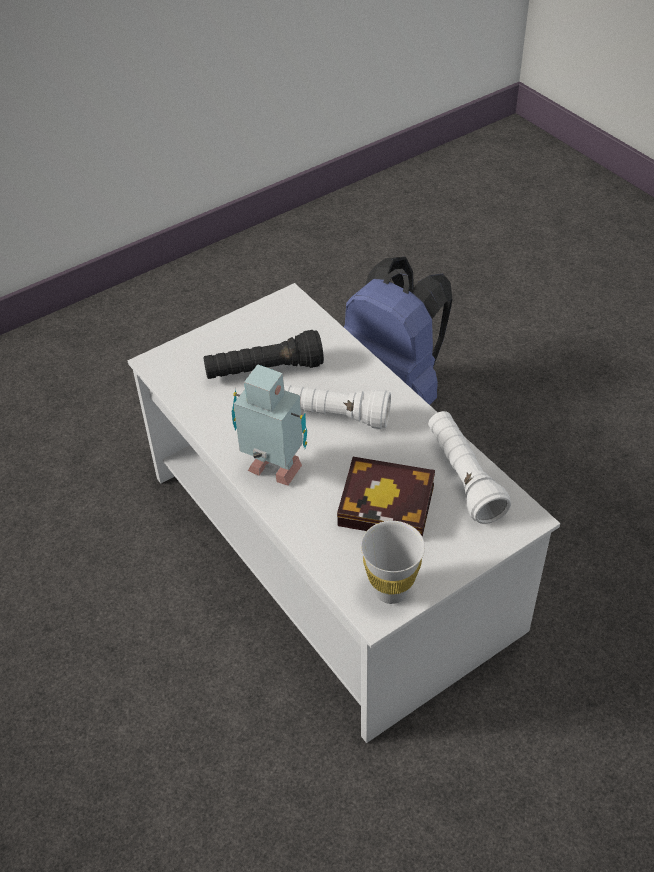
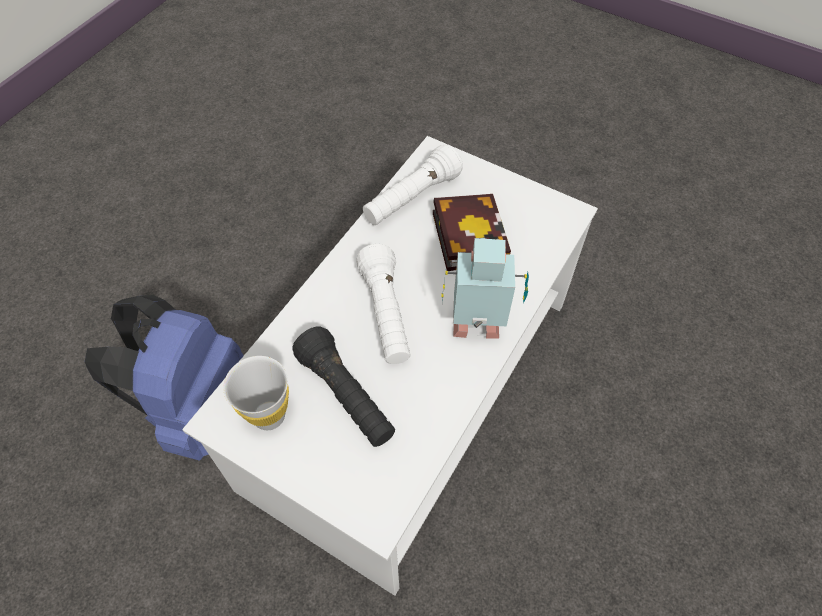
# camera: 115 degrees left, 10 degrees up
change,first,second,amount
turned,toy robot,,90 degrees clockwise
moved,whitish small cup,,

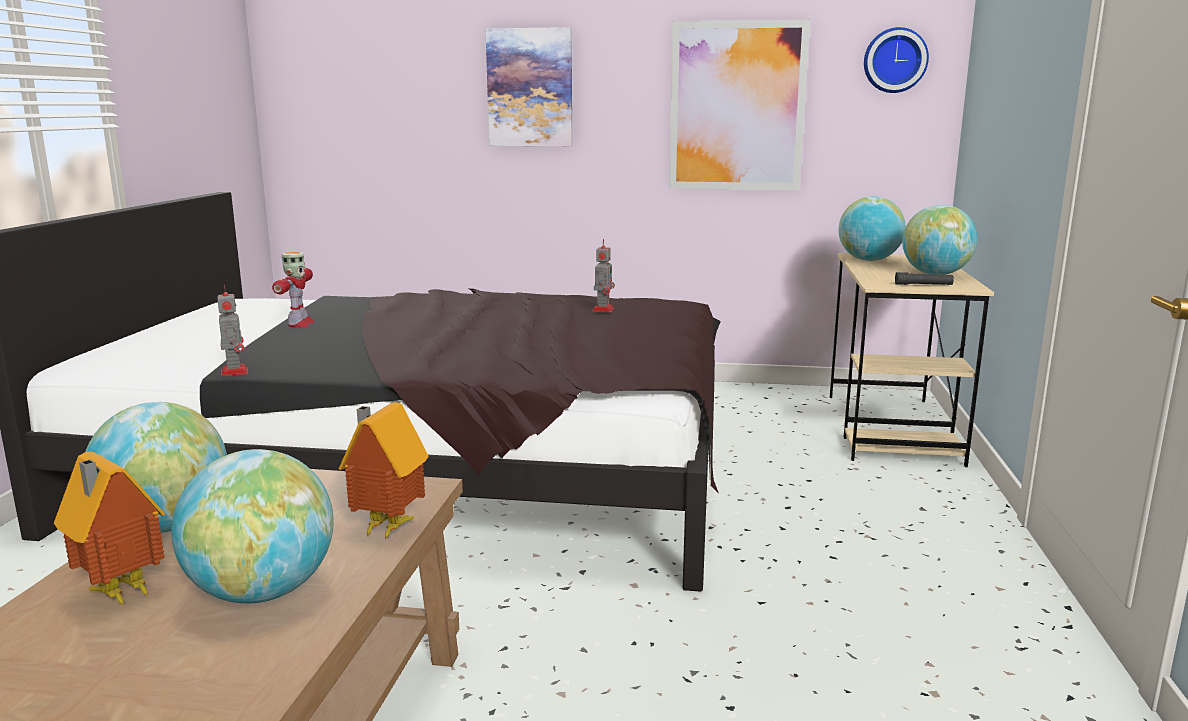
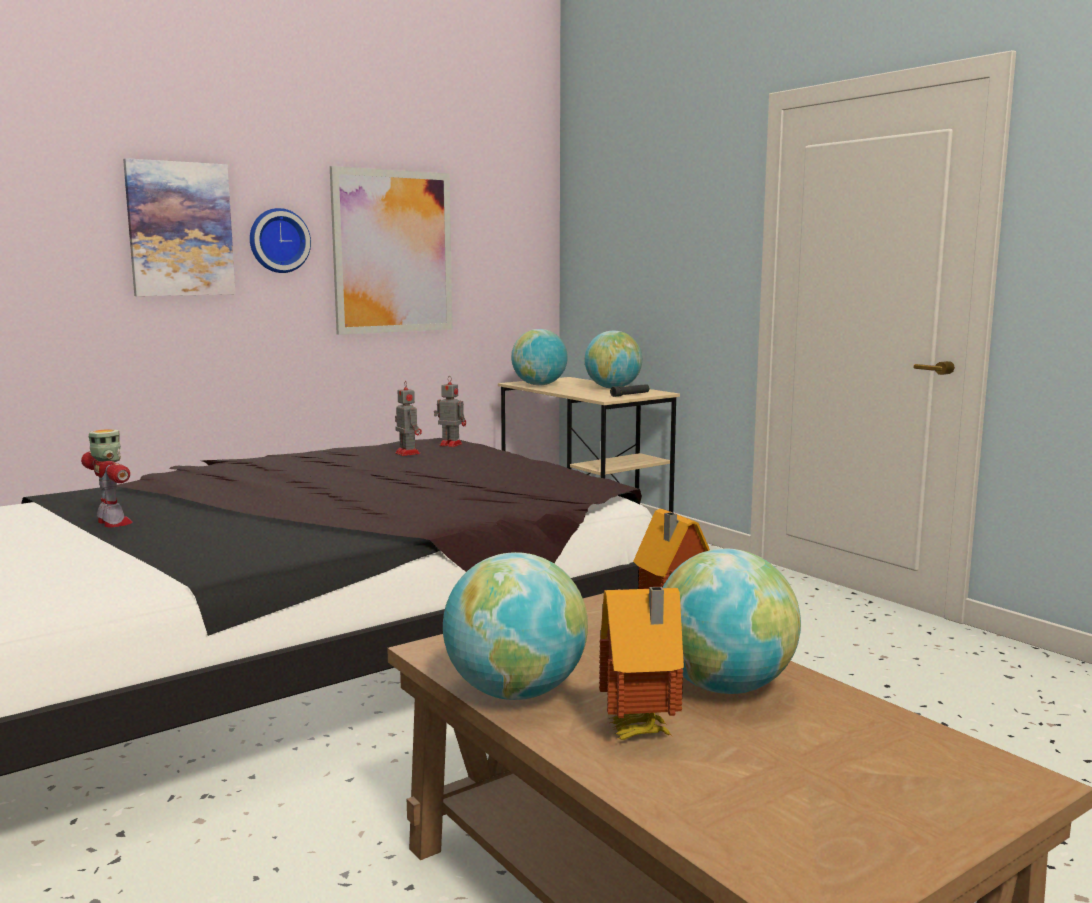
# camera: 45 degrees left, 5 degrees down
change,first,second,amount
moved,toy robot (1st from left in the first image),toy robot (3rd from left),
moved,hanging clock,,

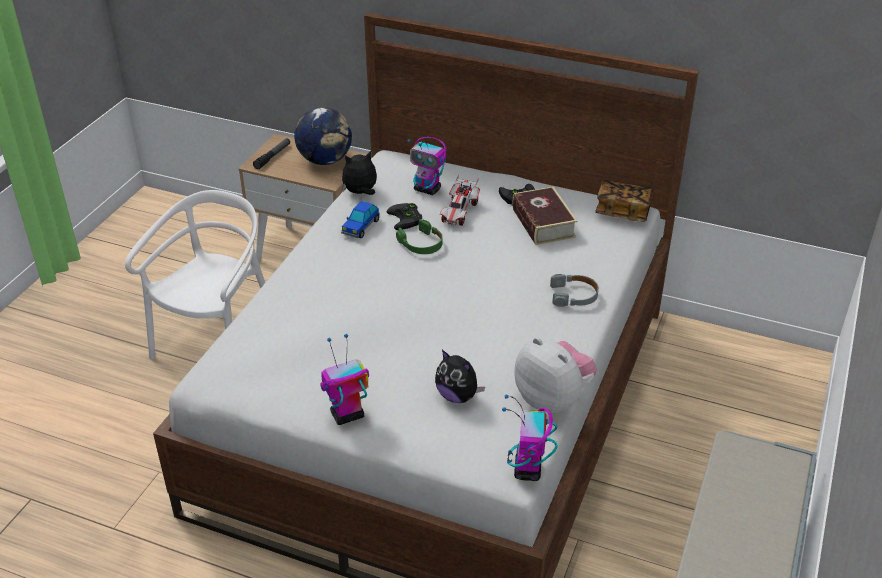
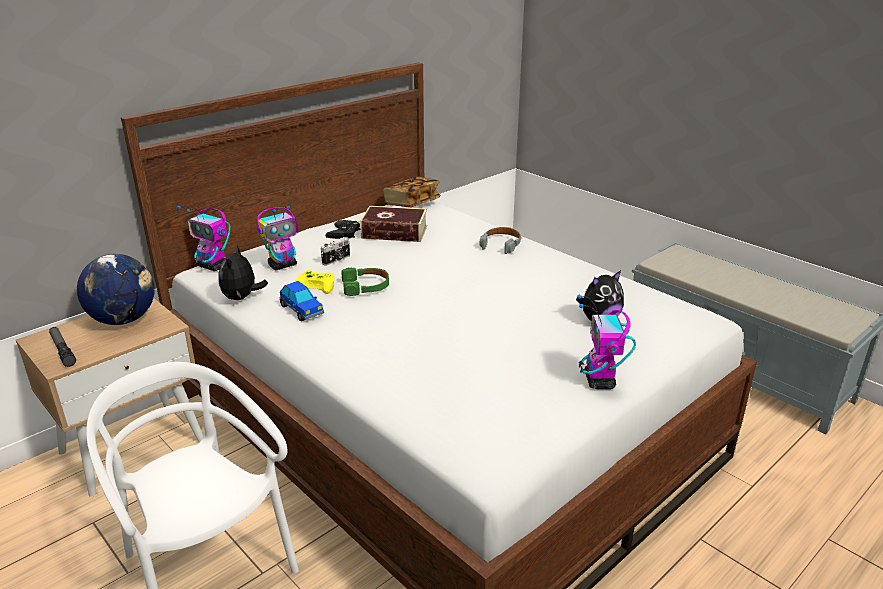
# camera: 65 degrees left, 10 degrees down
change,first,second,amount
recoloured,black joypad (1st from left),yellow joypad,
replaced,toy car (2nd from left),photo camera,
moved,toy robot (3rd from left in the first image),toy robot (1st from left),
removed,cuddly toy (3rd from left),,

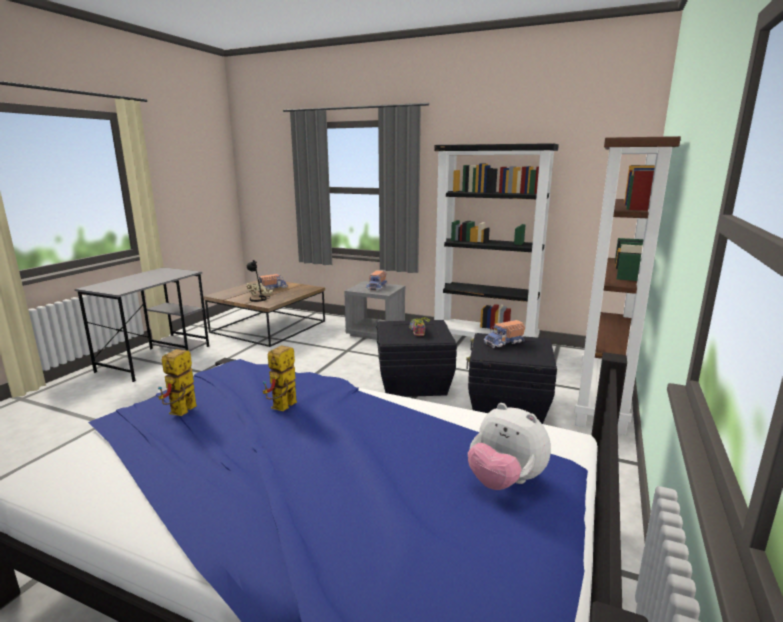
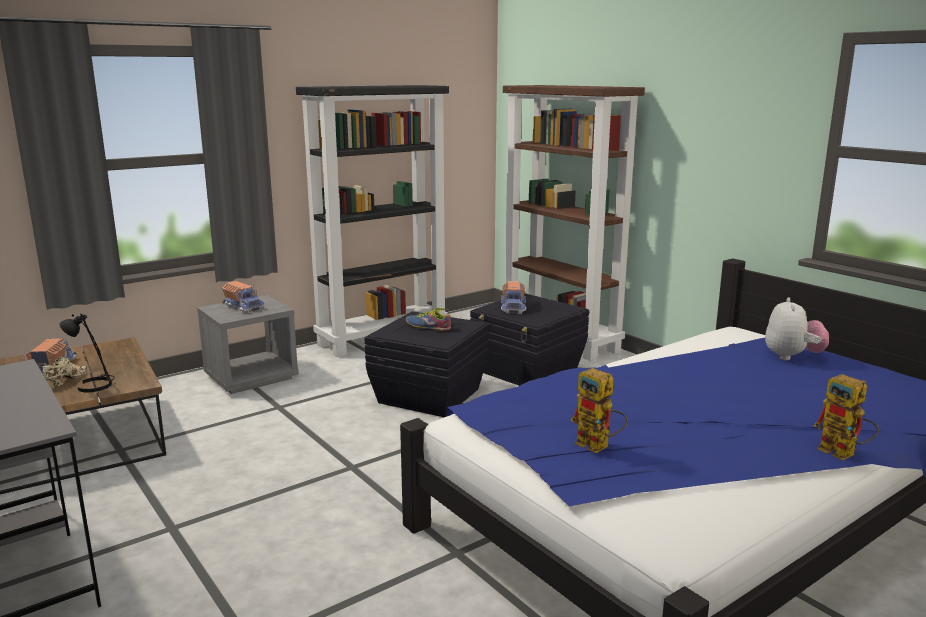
# camera: 60 degrees left, 0 degrees up
change,first,second,amount
moved,toy robot (2nd from left),,
turned,cuddly toy,,60 degrees counterclockwise

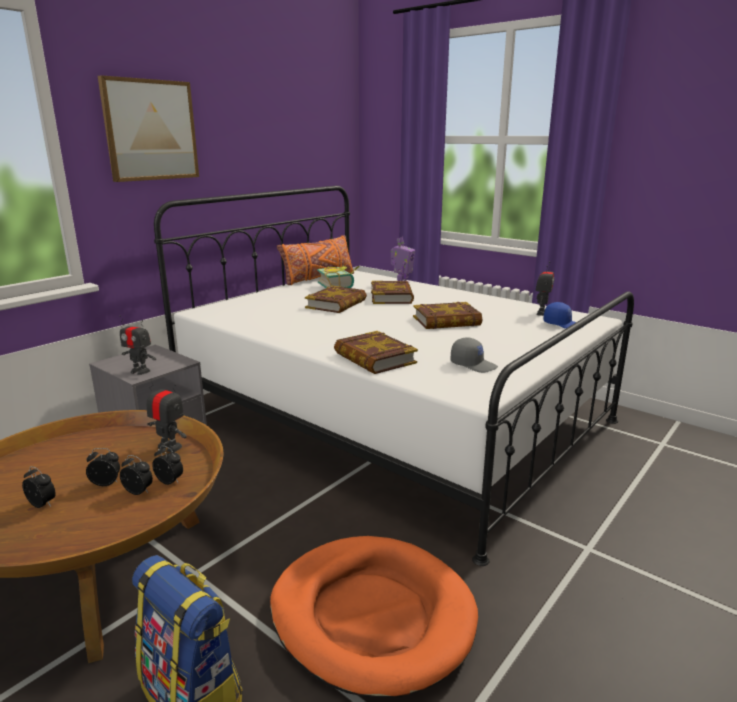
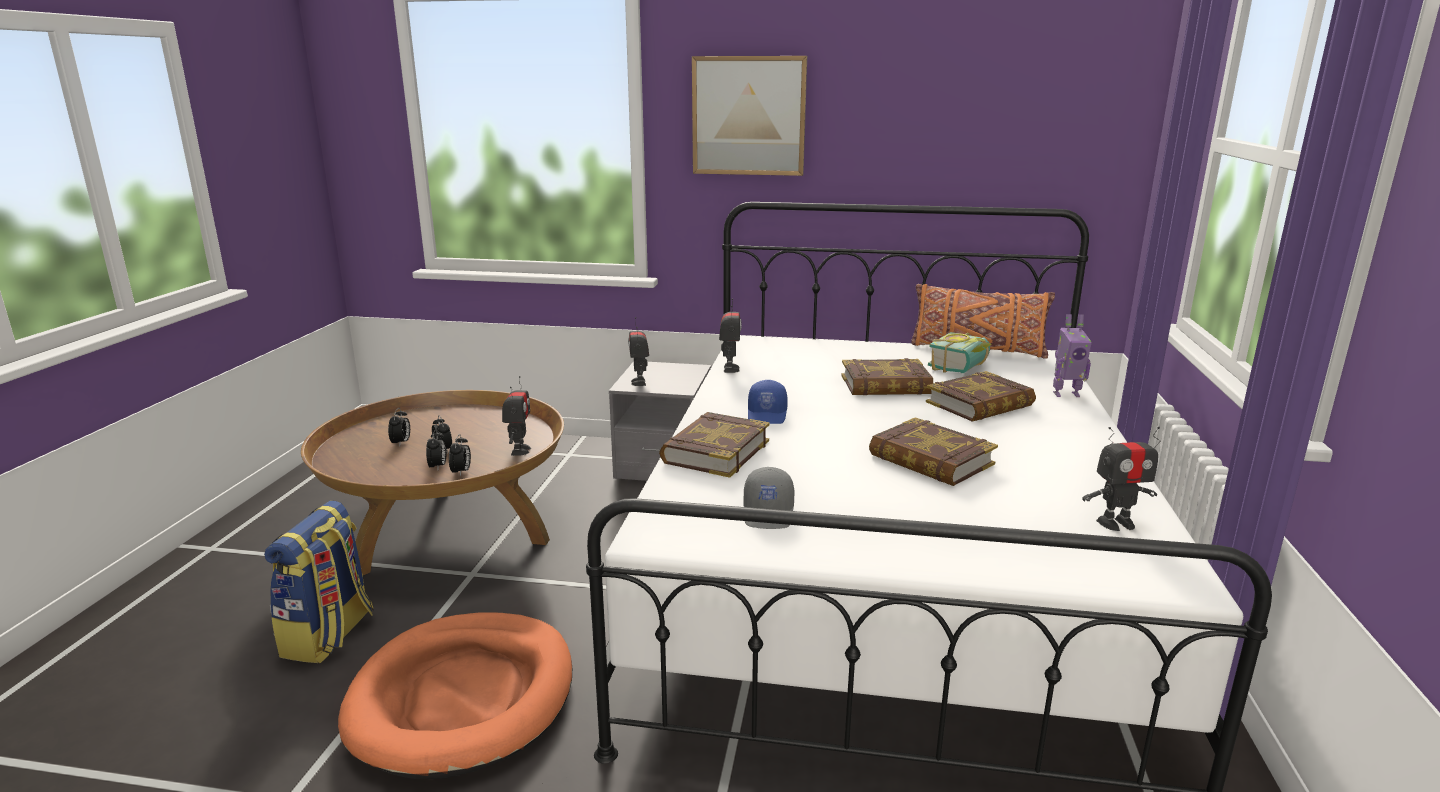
# camera: 60 degrees right, 0 degrees up
change,first,second,amount
moved,blue-coloured peaked cap,,
added,,toy robot (3rd from left),

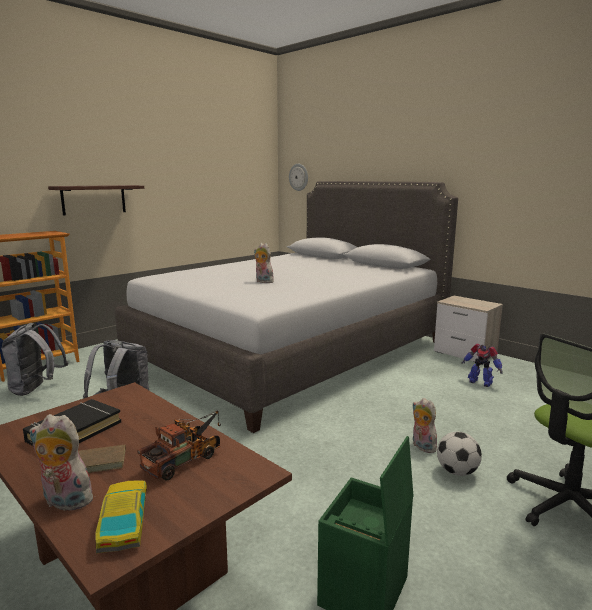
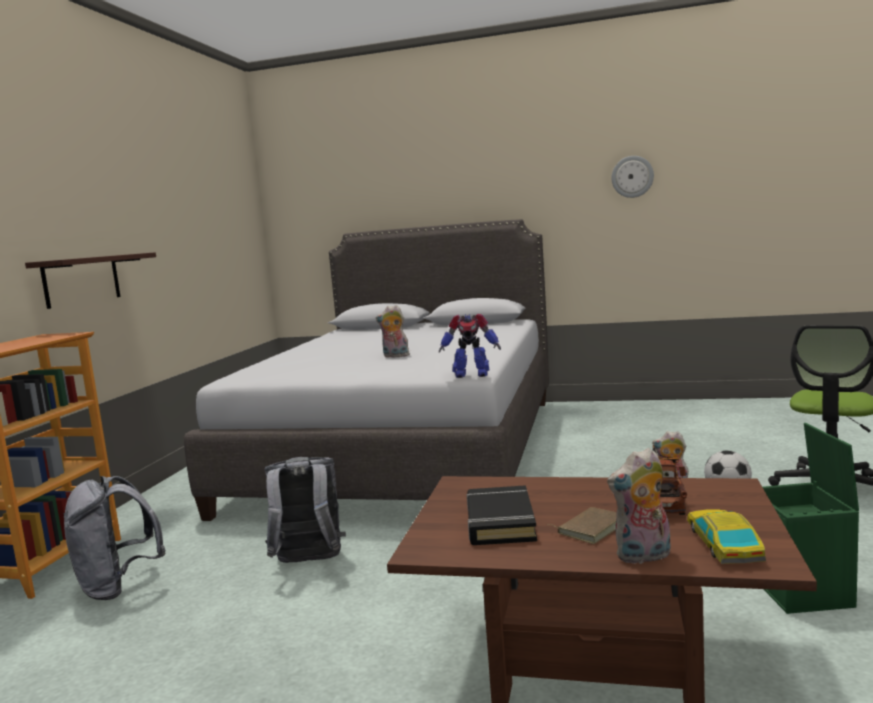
# camera: 30 degrees left, 5 degrees down
change,first,second,amount
turned,toy car,,45 degrees clockwise
moved,hanging clock,,
removed,night table,,
moved,toy robot,,

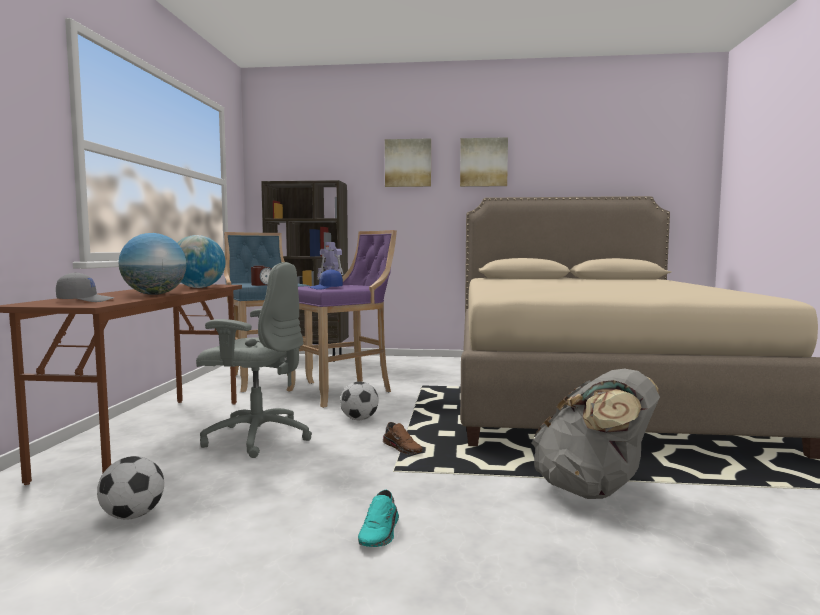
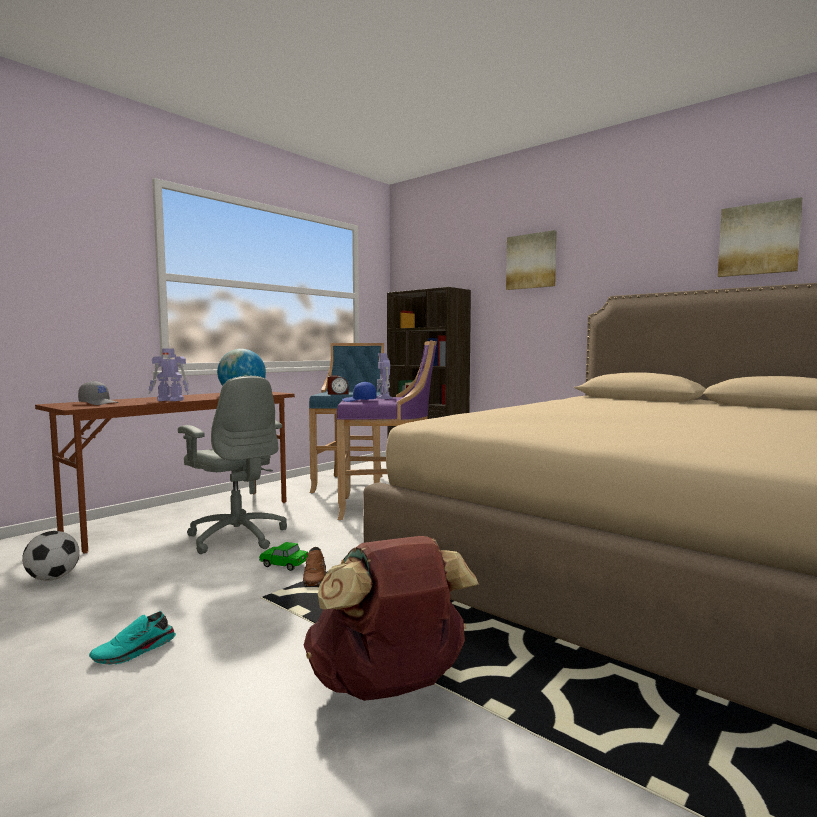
# camera: 35 degrees right, 0 degrees up
change,first,second,amount
replaced,globe (1st from left),toy robot (1st from left),
removed,football ball (2nd from left),,
moved,wall picture (2nd from left),,
recoloured,gray backpack,brown backpack,
added,,toy car,

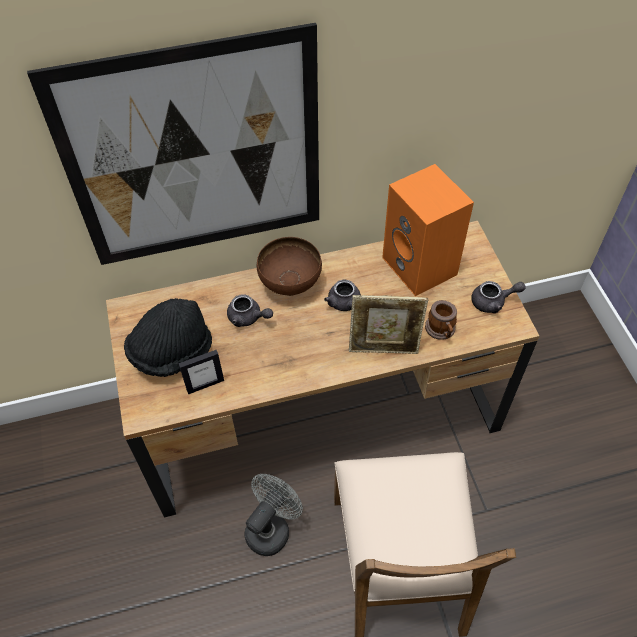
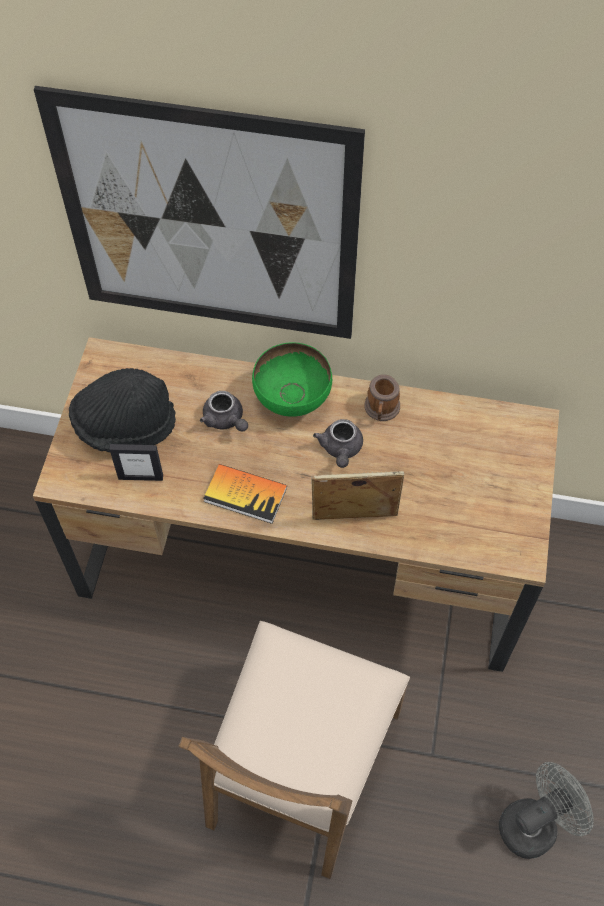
# camera: 25 degrees right, 5 degrees up
change,first,second,amount
moved,gray fan,,
recoloured,brown bowl,green bowl,
turned,picture frame (2nd from left),,150 degrees clockwise
removed,orangey audio speaker,,
moved,mug,,
removed,gray pot for tea (3rd from left),,
added,,book,

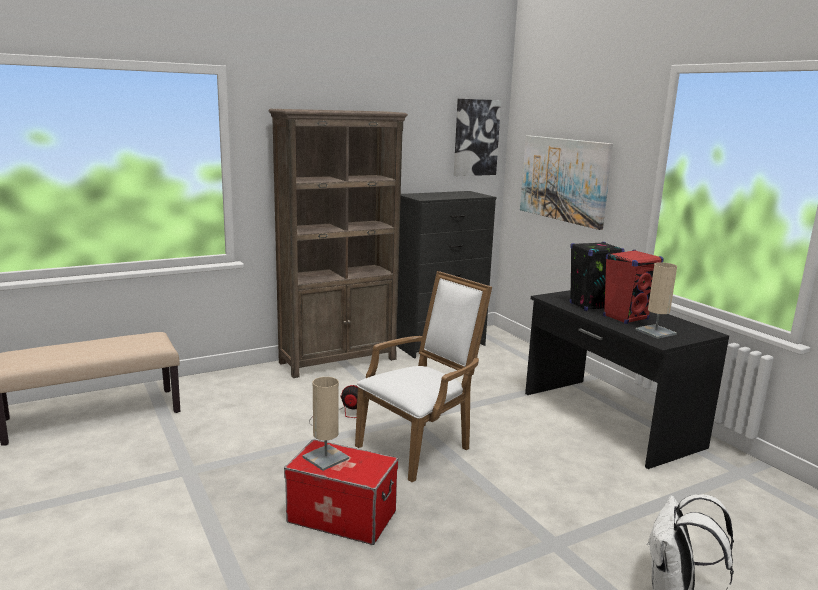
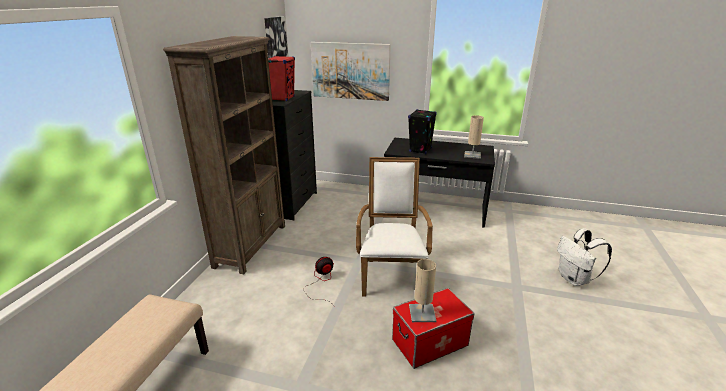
# camera: 45 degrees left, 10 degrees up
change,first,second,amount
moved,reddish audio speaker,,

